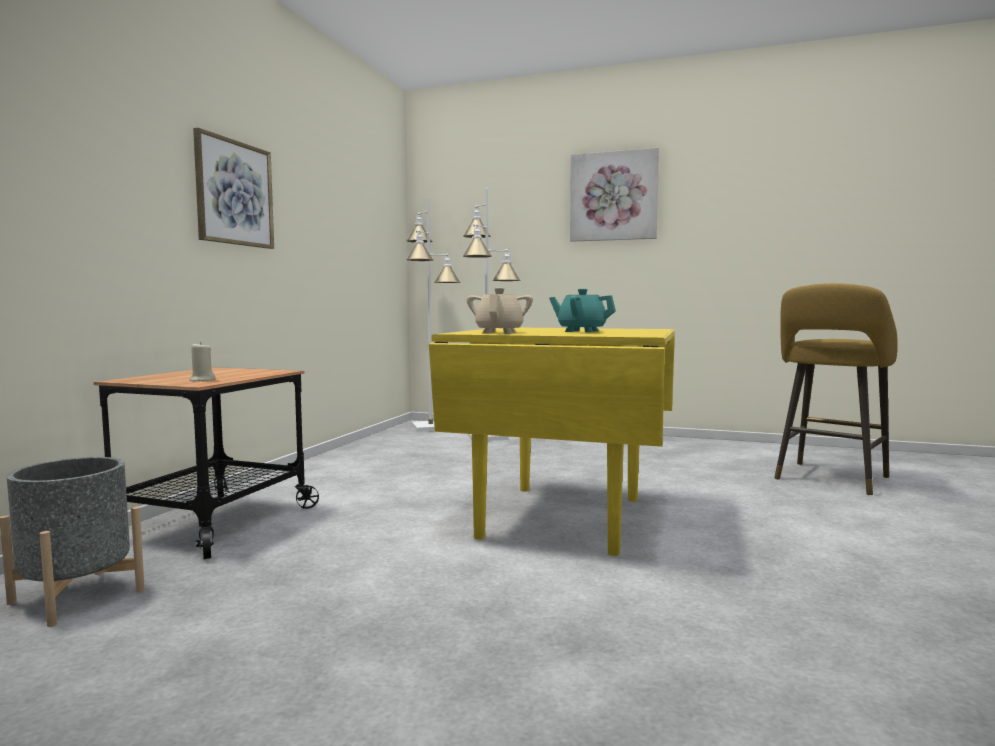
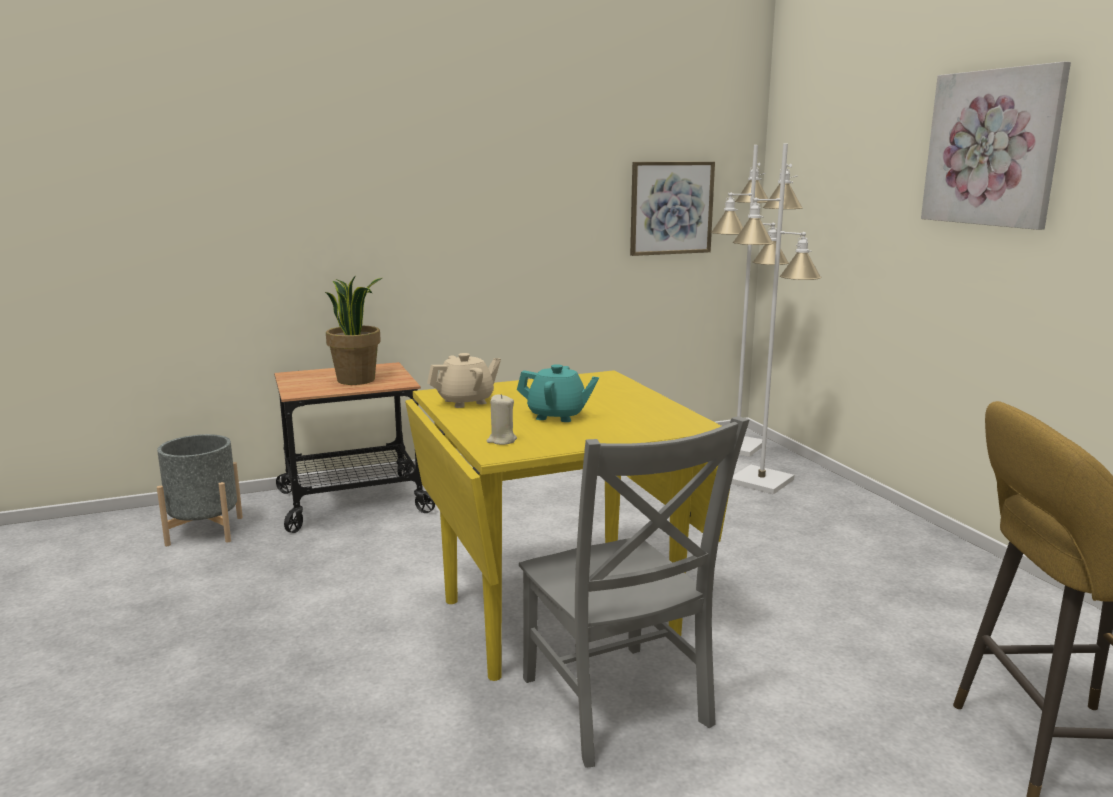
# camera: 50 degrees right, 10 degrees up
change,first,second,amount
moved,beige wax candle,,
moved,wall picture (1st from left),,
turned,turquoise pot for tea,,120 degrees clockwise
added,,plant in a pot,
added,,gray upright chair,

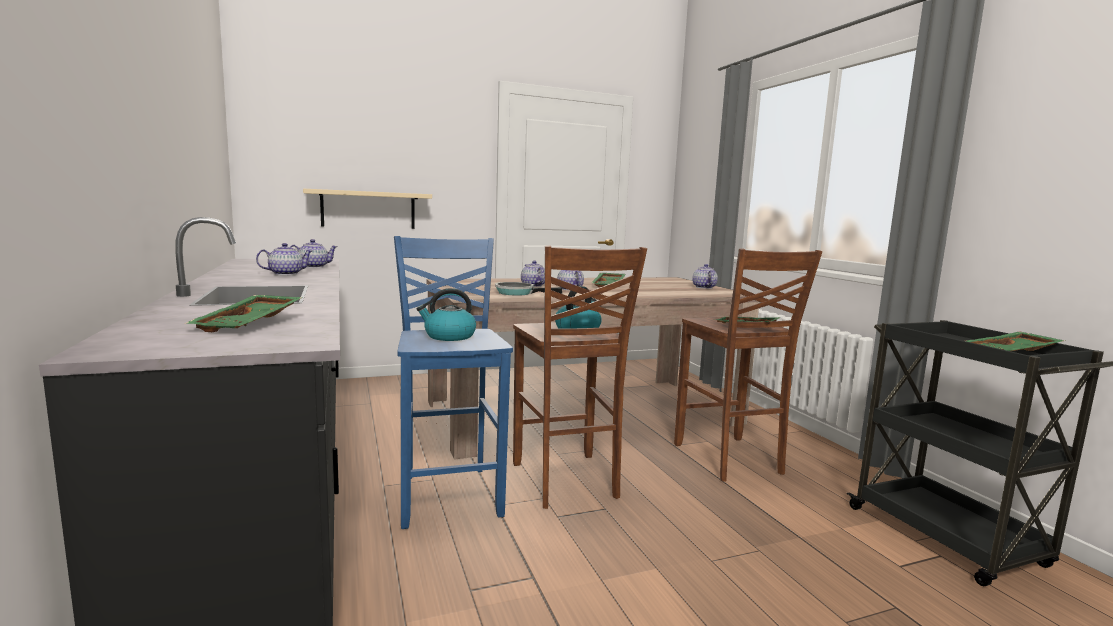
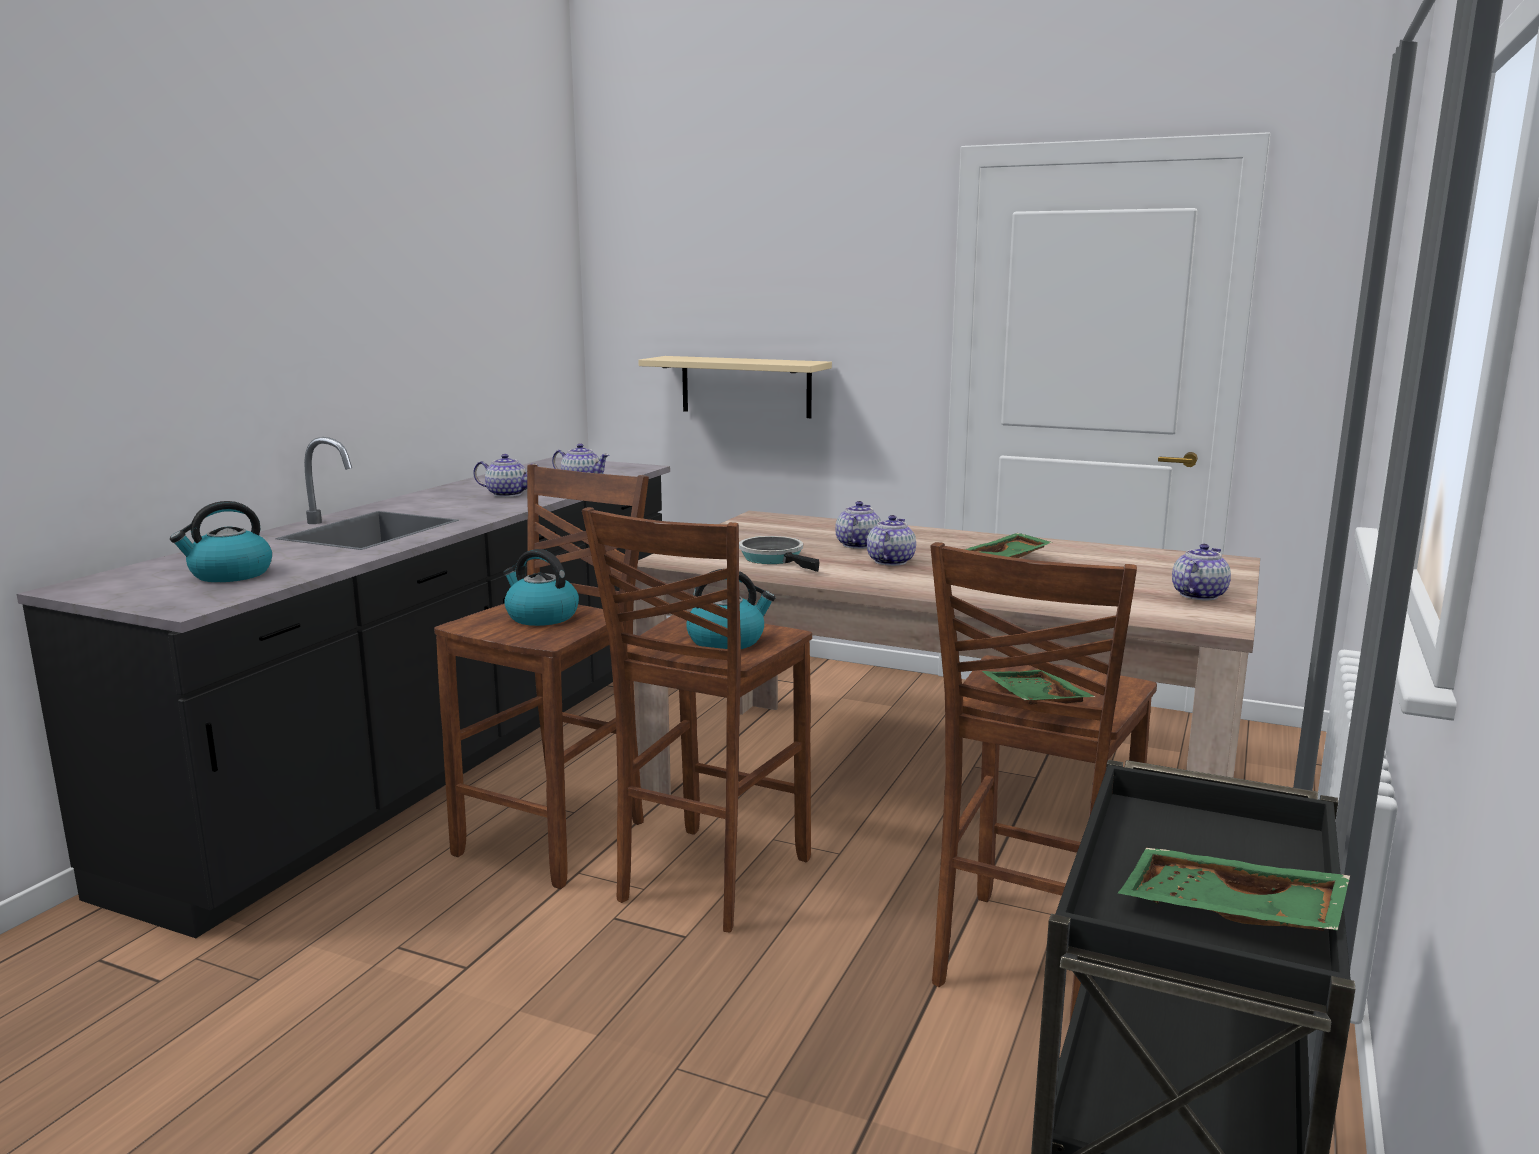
# camera: 45 degrees right, 5 degrees up
change,first,second,amount
replaced,green tray (1st from left),kettle (1st from left),
recoloured,blue-coloured stool seat,brown stool seat (1st from left),

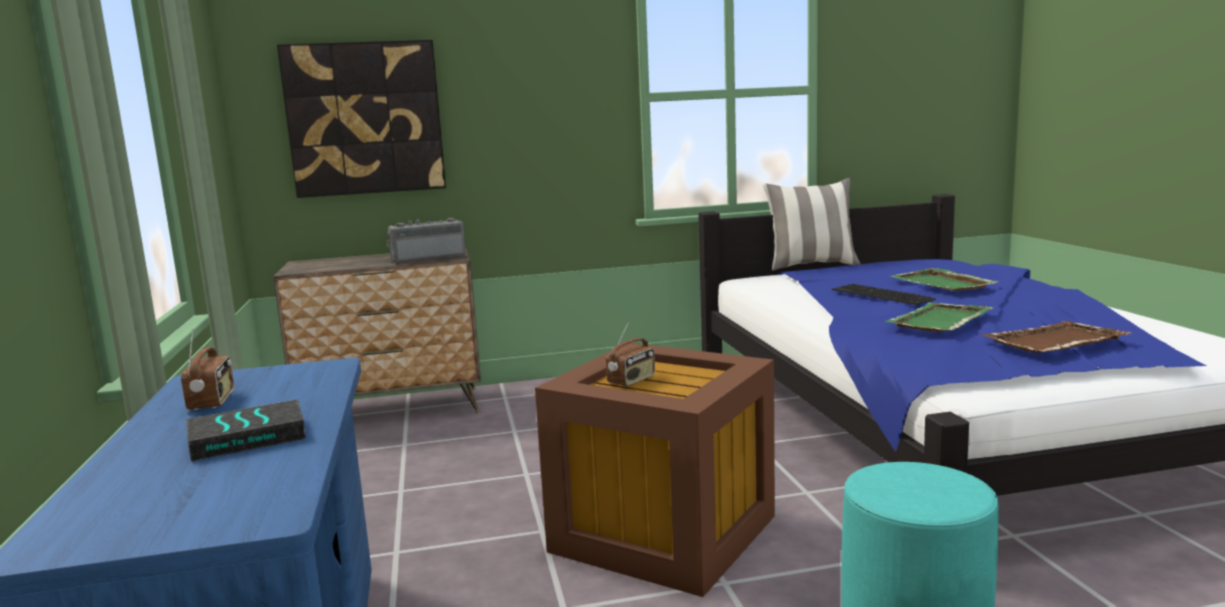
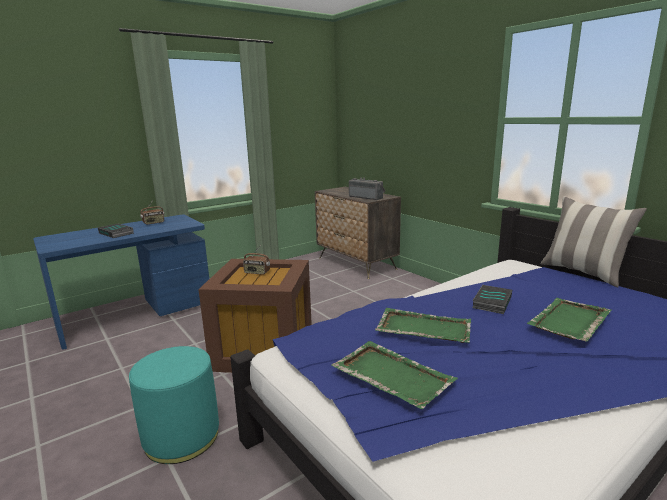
# camera: 65 degrees right, 5 degrees up
change,first,second,amount
removed,wall picture,,
replaced,keyboard,book (2nd from left),
recoloured,brown tray,green tray (1st from left),

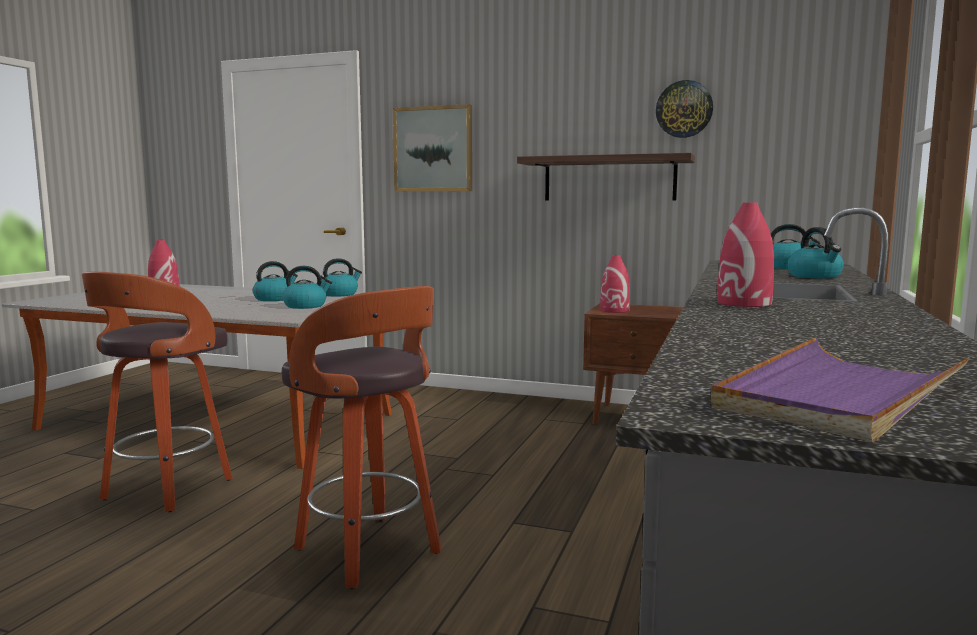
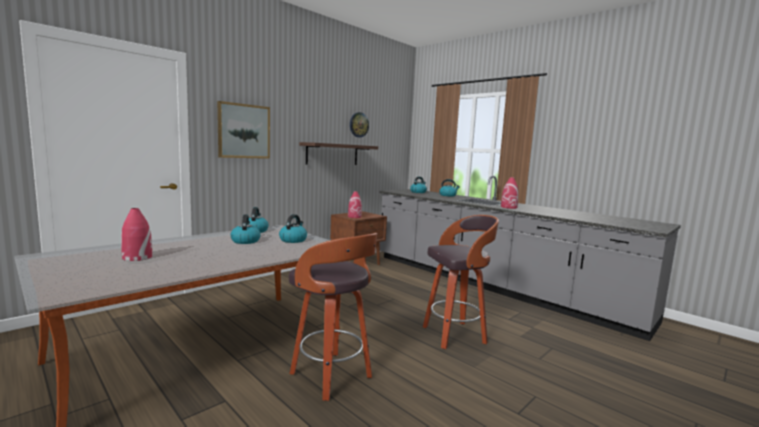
# camera: 65 degrees left, 0 degrees up
change,first,second,amount
removed,purple tray,,

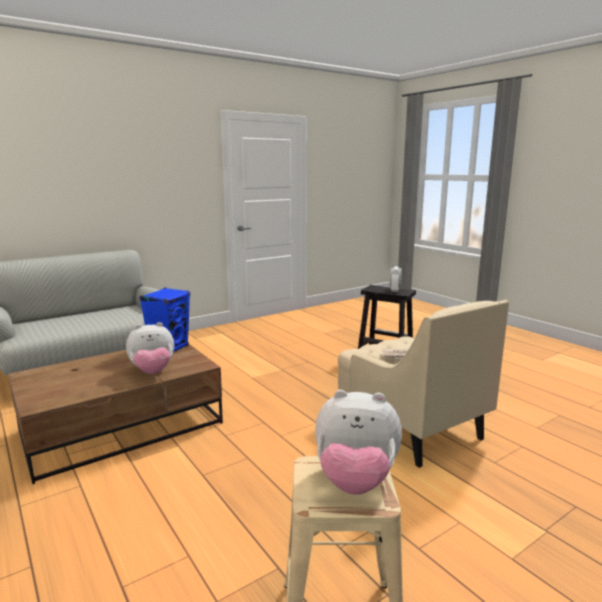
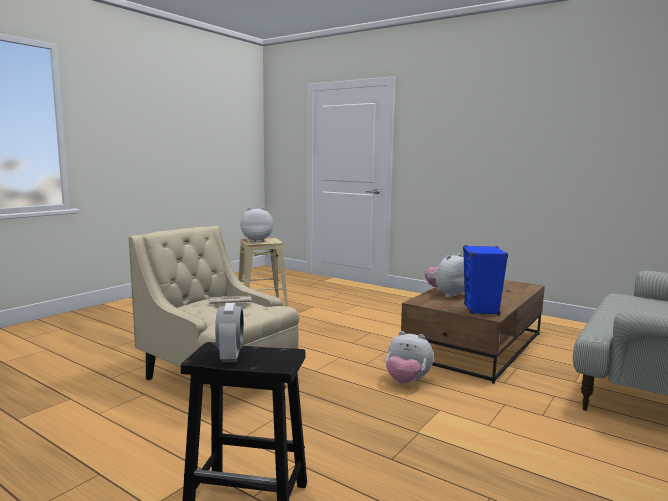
# camera: 160 degrees right, 5 degrees down
change,first,second,amount
added,,cuddly toy (2nd from left),

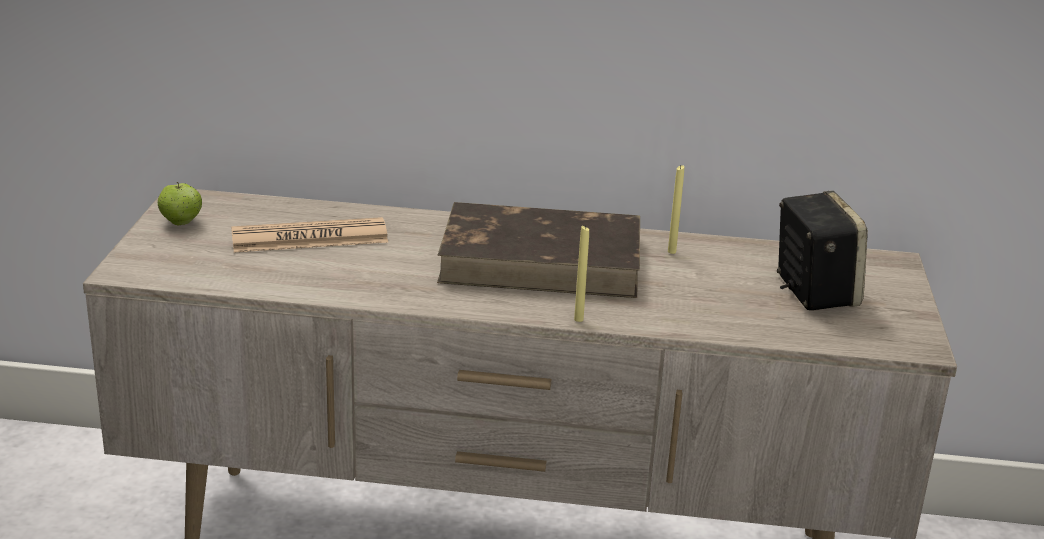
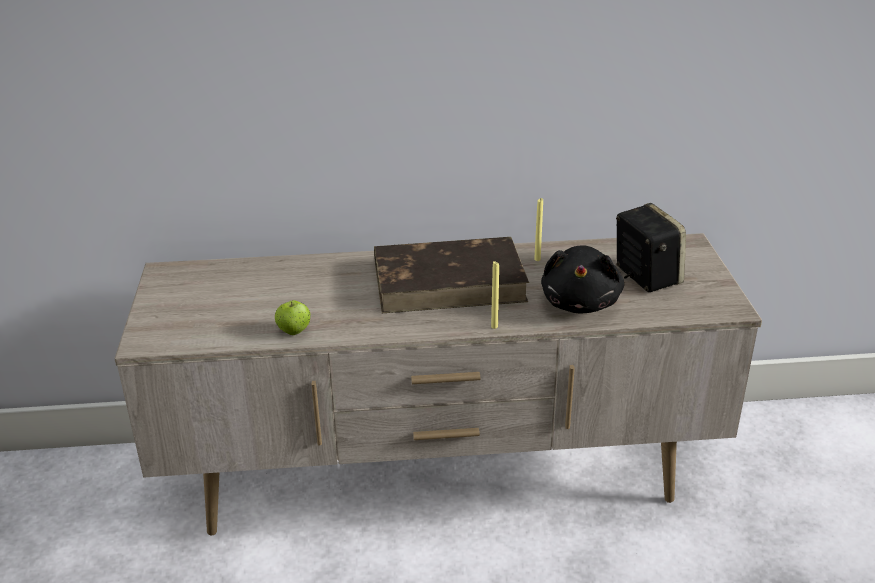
# camera: 10 degrees left, 5 degrees up
change,first,second,amount
moved,apple,,
removed,printed paper,,
added,,black cuddly toy,

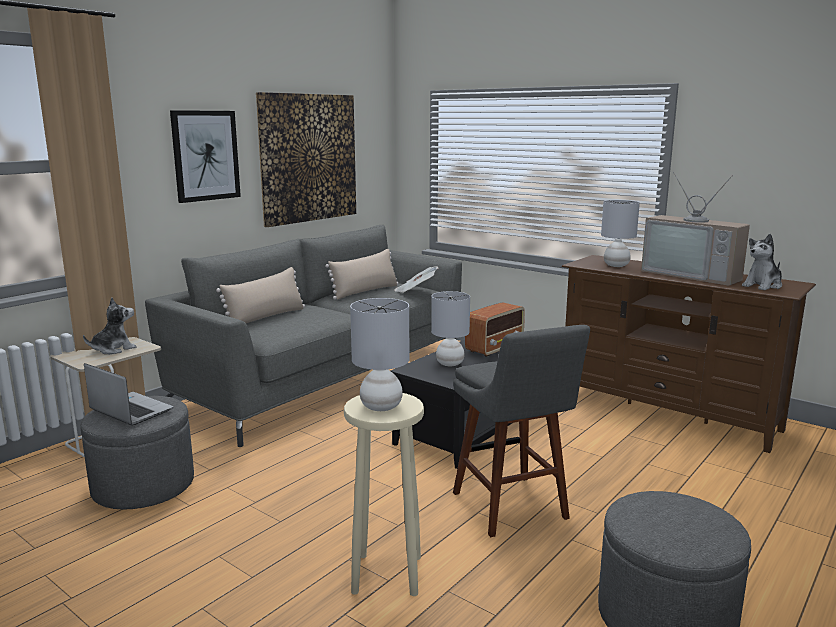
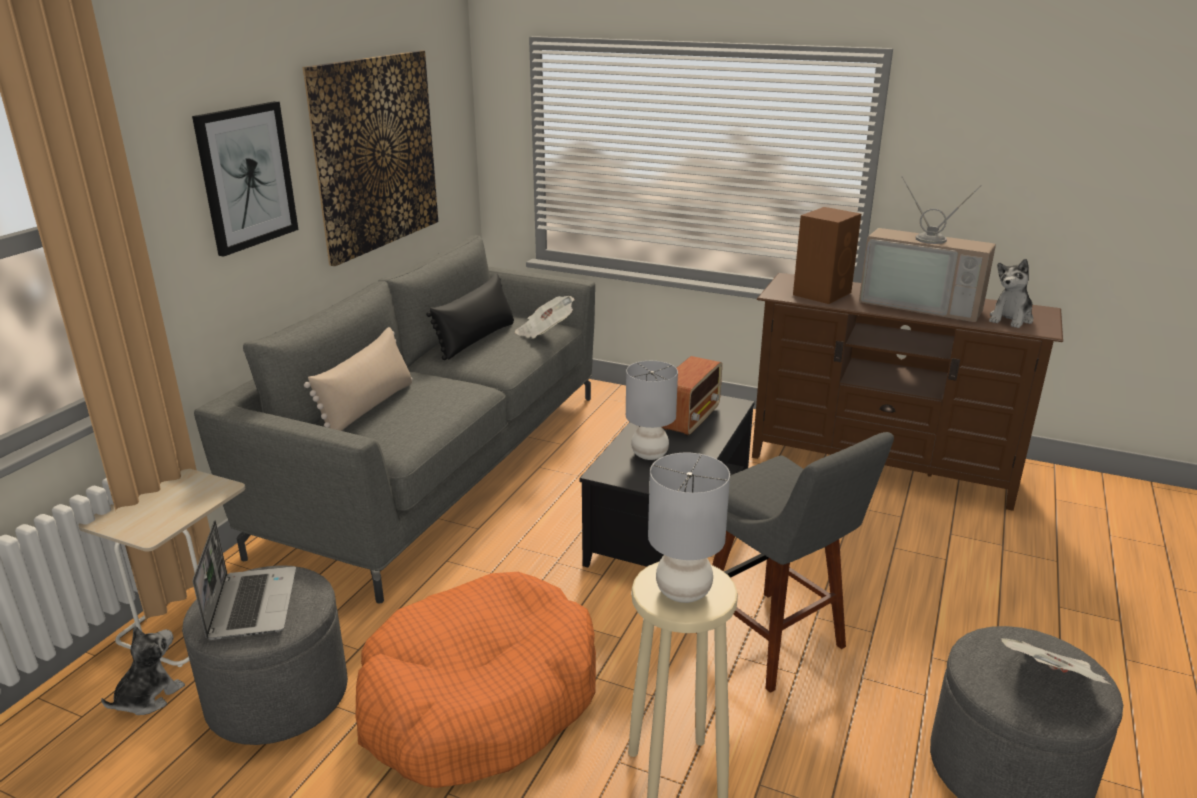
# camera: 15 degrees left, 10 degrees up
change,first,second,amount
moved,cuddly toy (1st from left),,
turned,laptop,,60 degrees clockwise
recoloured,beige pillow (2nd from left),black pillow,
replaced,gray table lamp (3rd from left),brown audio speaker,
added,,orangey dog bed,
added,,printed paper (2nd from left),

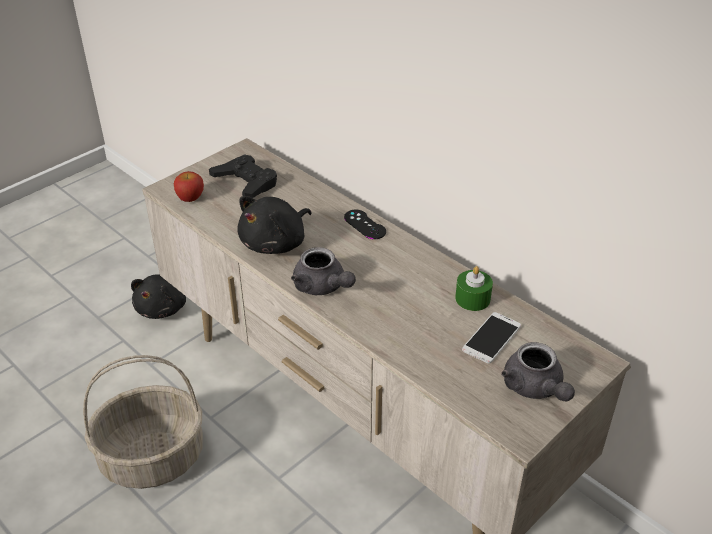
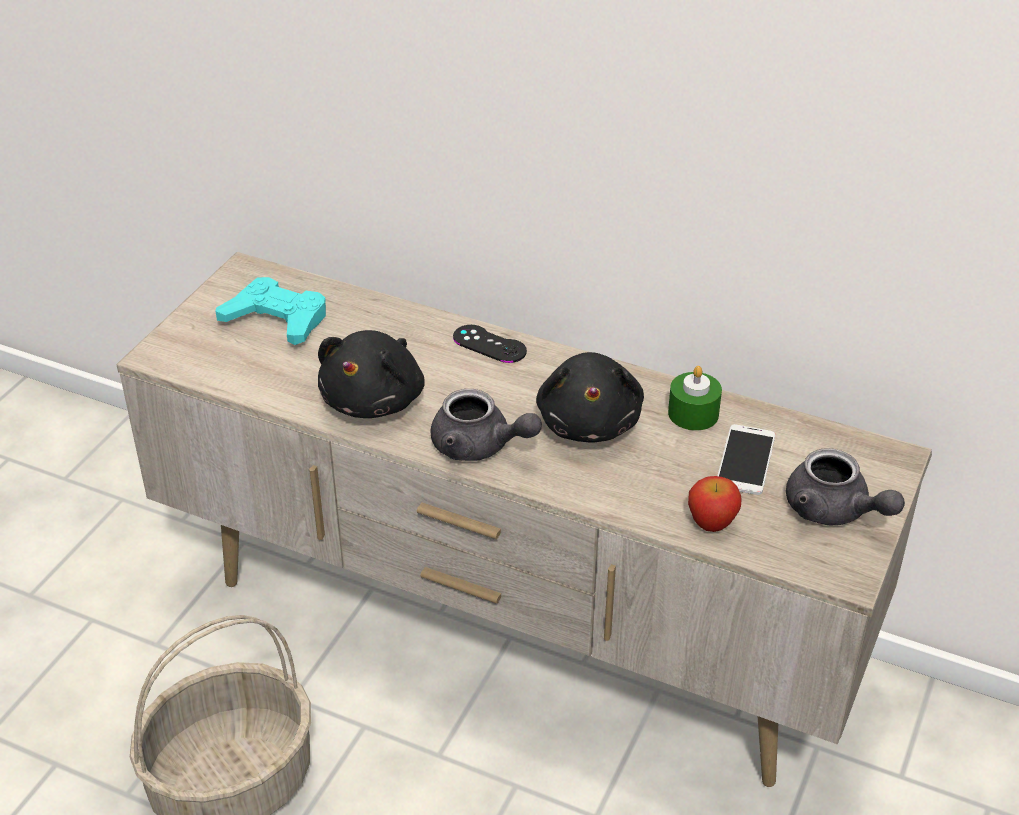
# camera: 20 degrees left, 0 degrees up
change,first,second,amount
moved,black cuddly toy (1st from left in the first image),black cuddly toy (2nd from left),
moved,apple,,
recoloured,black joypad (1st from left),turquoise joypad,

